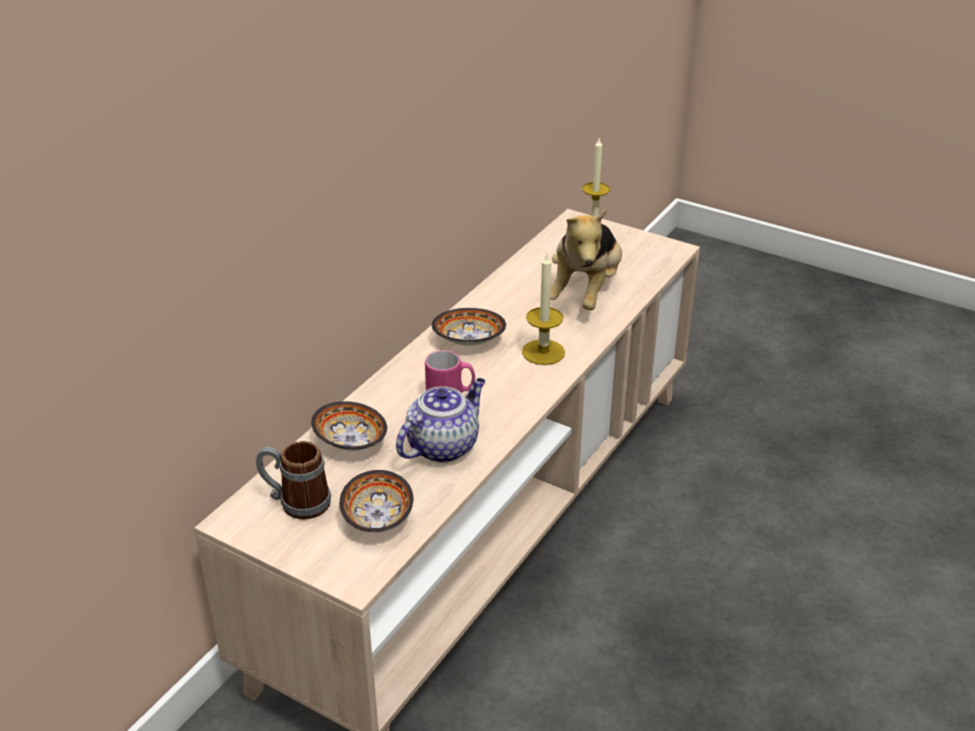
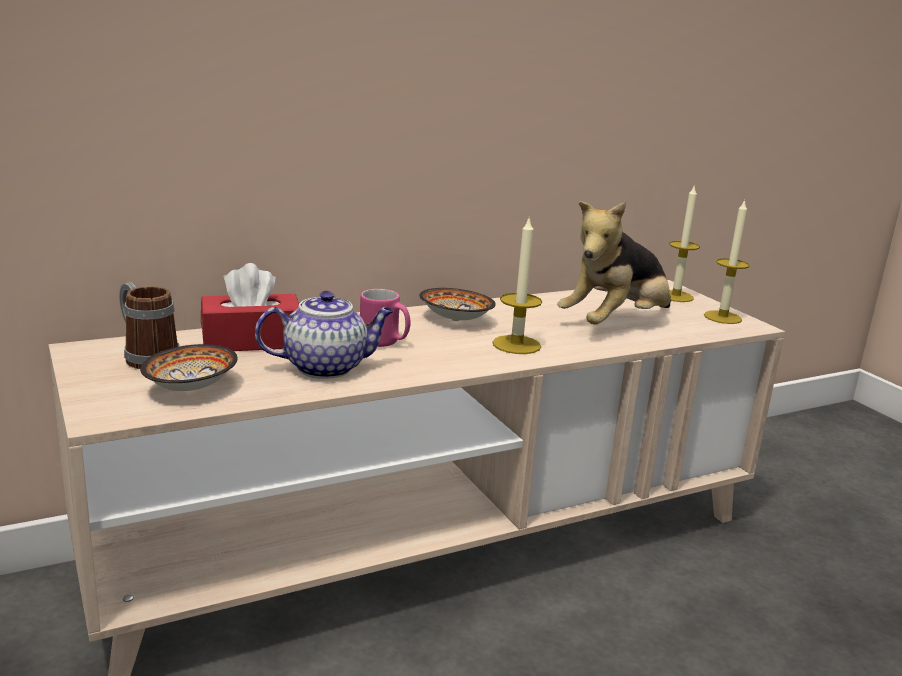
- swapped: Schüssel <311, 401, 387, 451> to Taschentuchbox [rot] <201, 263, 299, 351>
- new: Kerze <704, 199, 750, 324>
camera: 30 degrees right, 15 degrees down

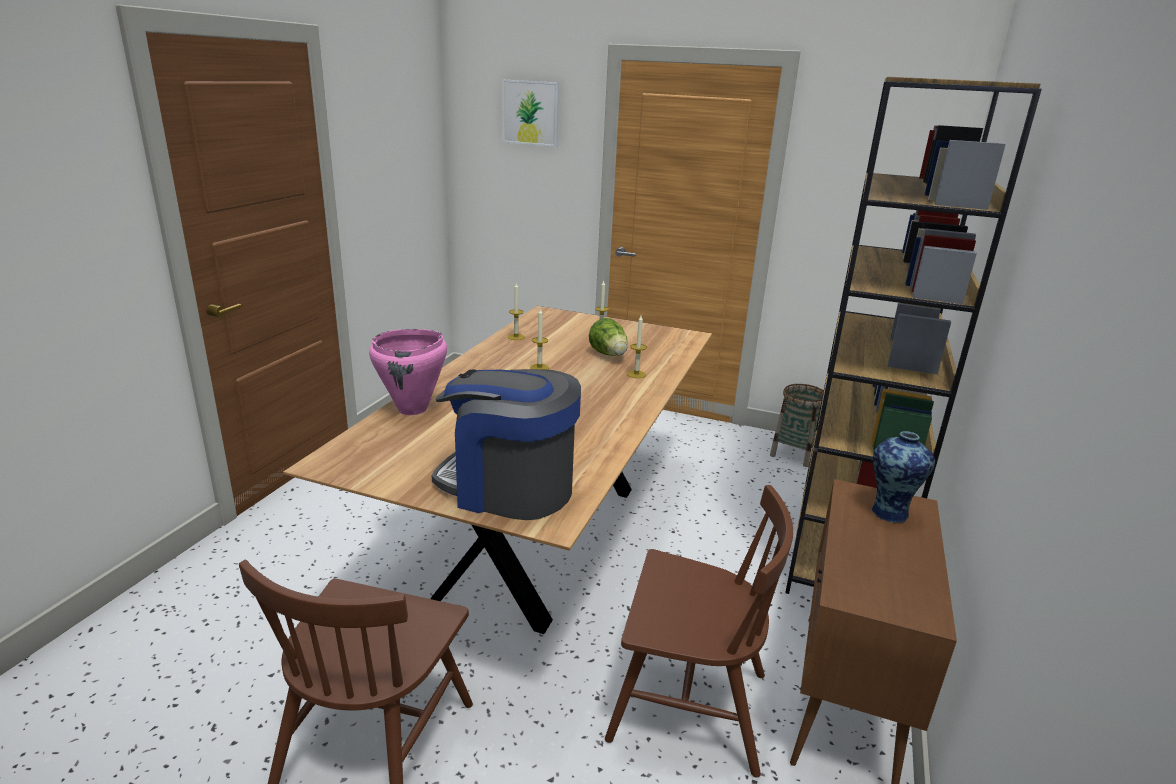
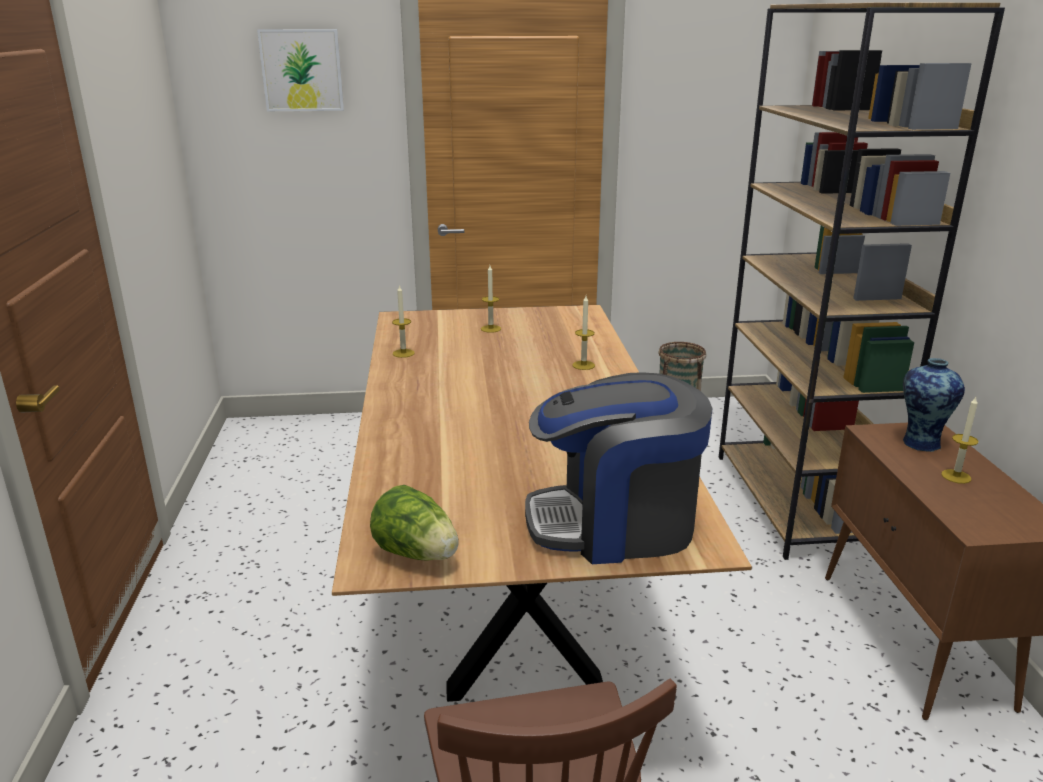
- gone: Kochtopf [rosa] <369, 329, 447, 415>
- shifted: Kerze <530, 308, 549, 370> to <941, 397, 978, 484>
- shifted: Salatkopf <589, 318, 628, 356> to <370, 485, 459, 561>
- gone: Stuhl [braun] <605, 485, 793, 778>
camera: 25 degrees left, 0 degrees up

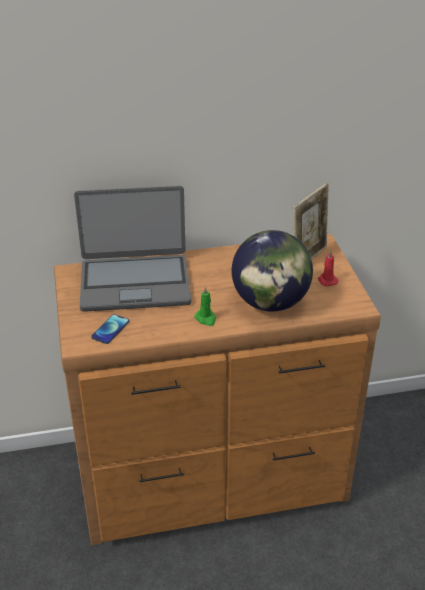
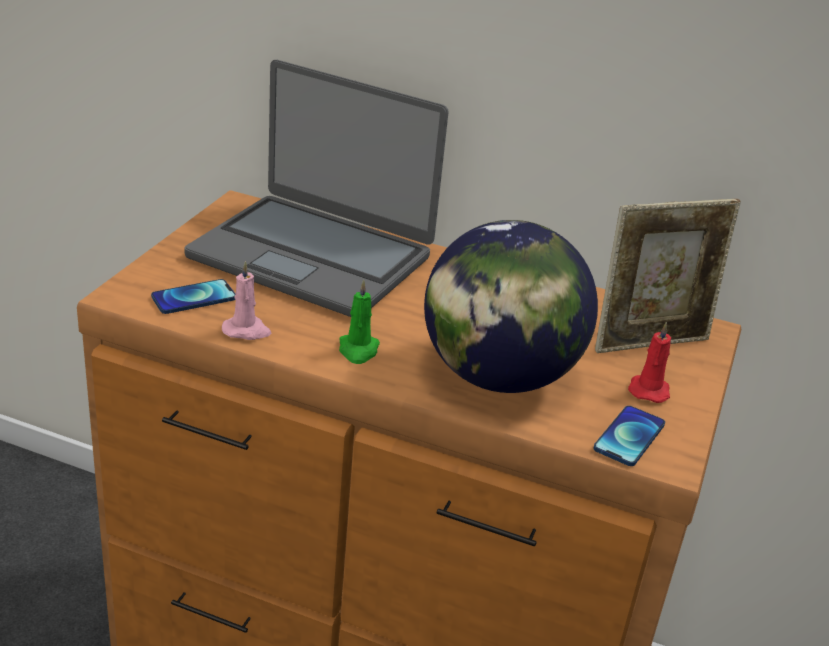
- new: Kerze [rosa] <222, 261, 272, 340>
- new: Handy <593, 406, 665, 466>
camera: 30 degrees right, 5 degrees down

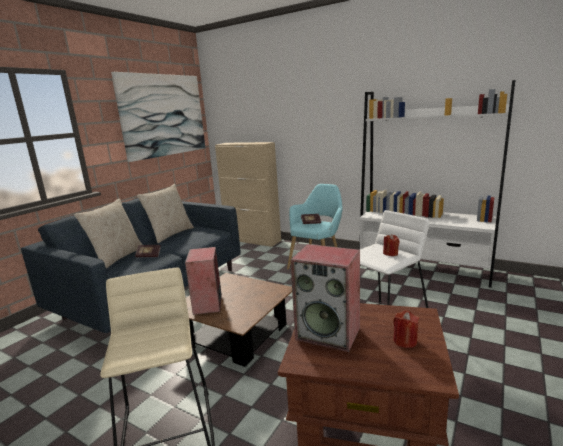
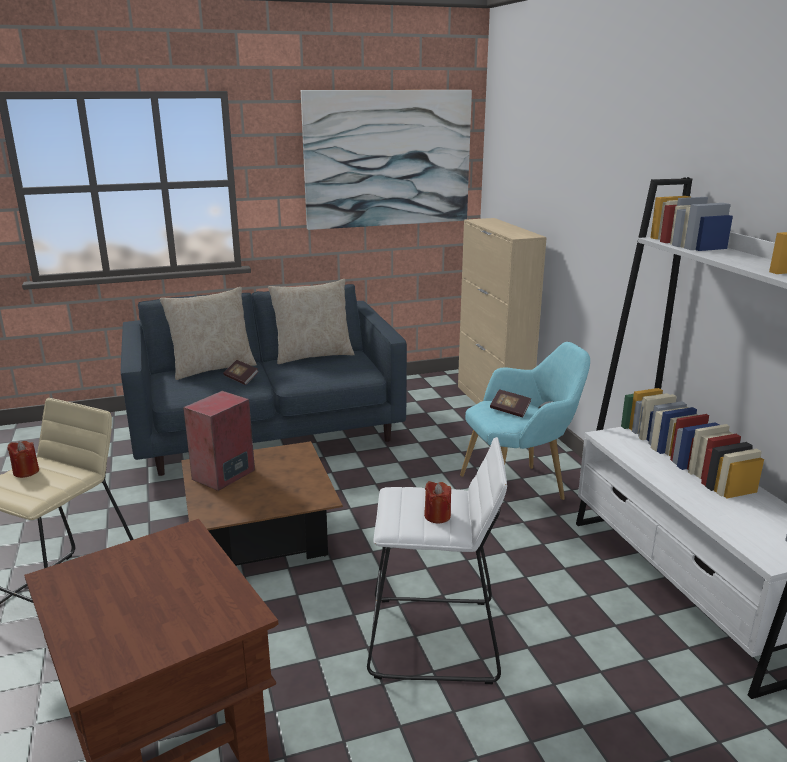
- gone: Lautsprecher <290, 244, 360, 352>
- shifted: Kerze [rot] <393, 310, 419, 348> to <7, 441, 39, 478>
camera: 40 degrees right, 5 degrees up

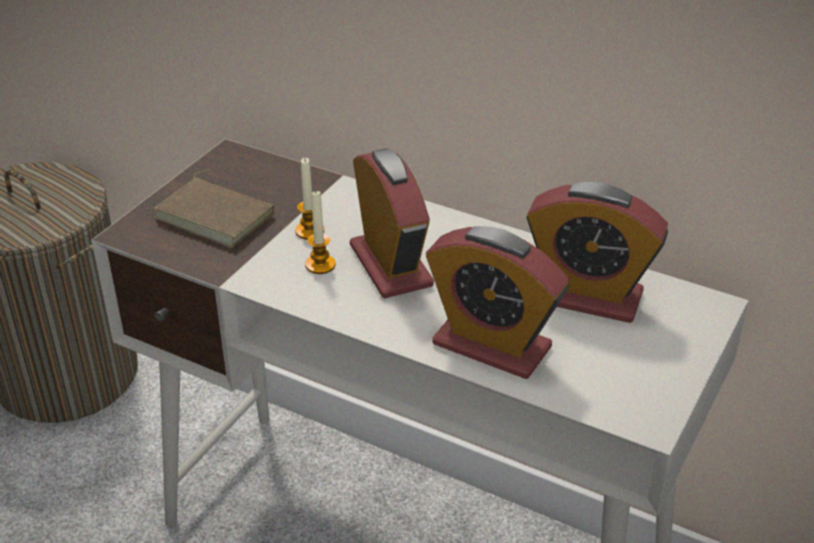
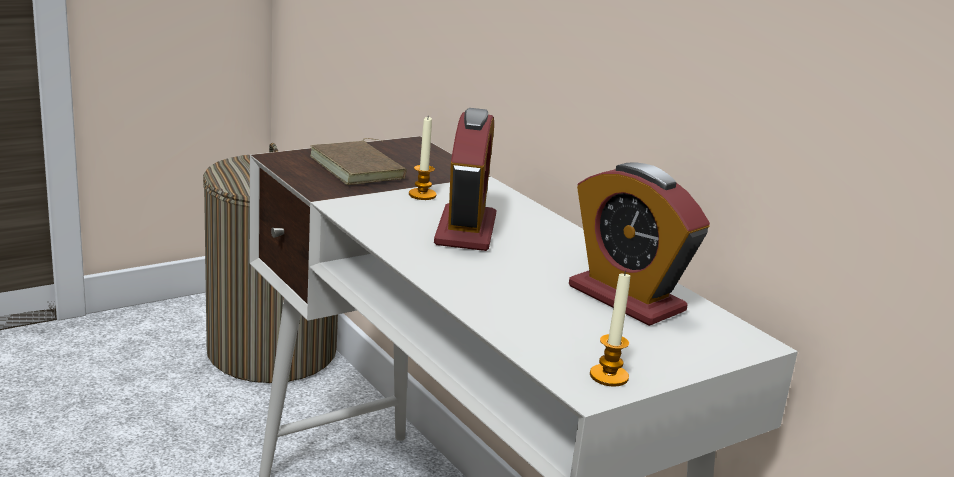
- shifted: Kerze <305, 191, 336, 274> to <590, 271, 630, 387>
- gone: Wecker <426, 226, 569, 379>
camera: 25 degrees right, 15 degrees down

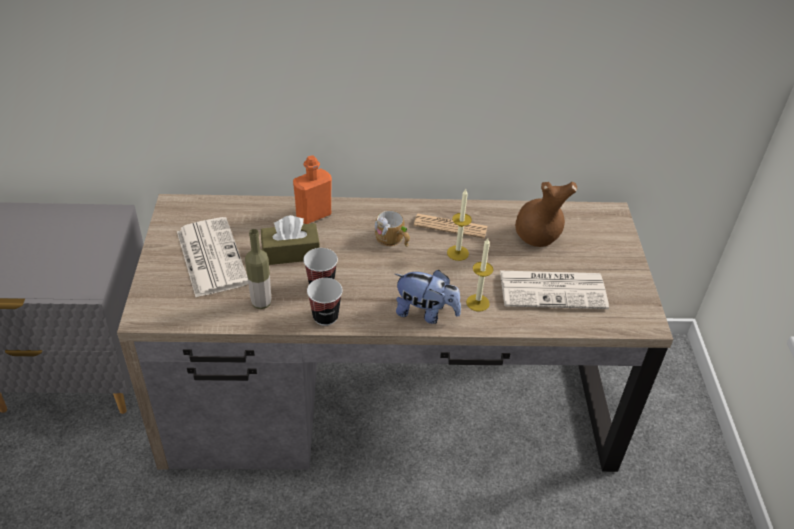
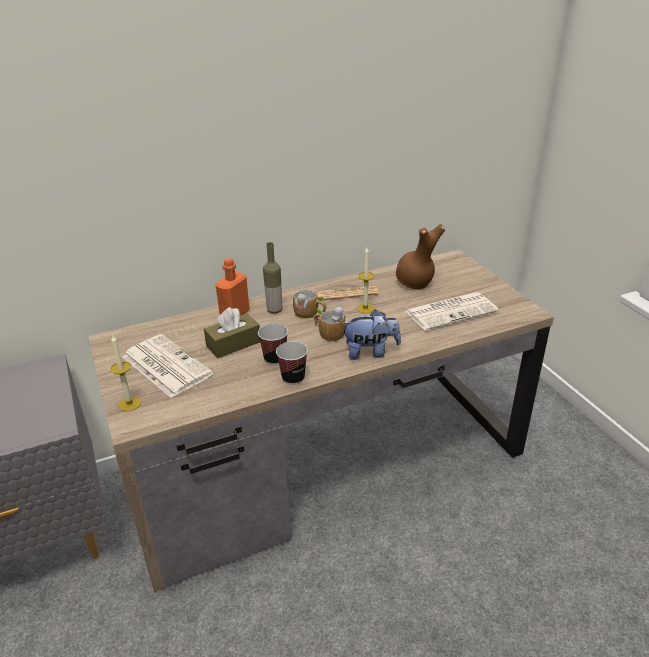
- shifted: Flasche <245, 229, 272, 309> to <263, 242, 283, 314>
- shifted: Kerze <466, 238, 493, 311> to <111, 334, 141, 411>
- new: Henkelbecher <314, 306, 346, 342>
camera: 20 degrees left, 10 degrees down

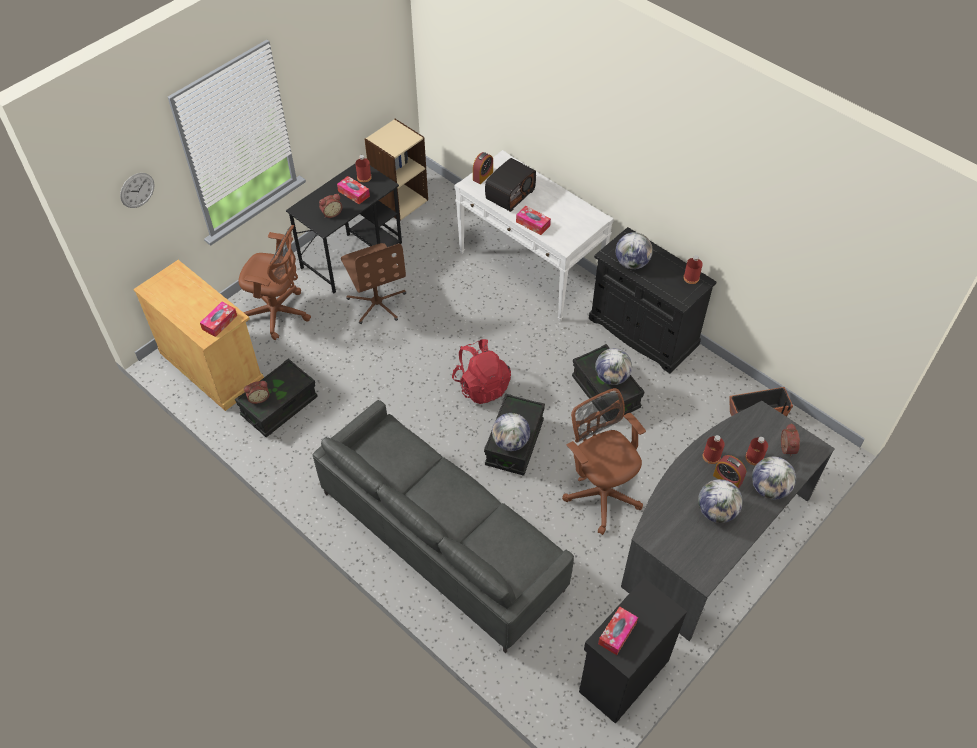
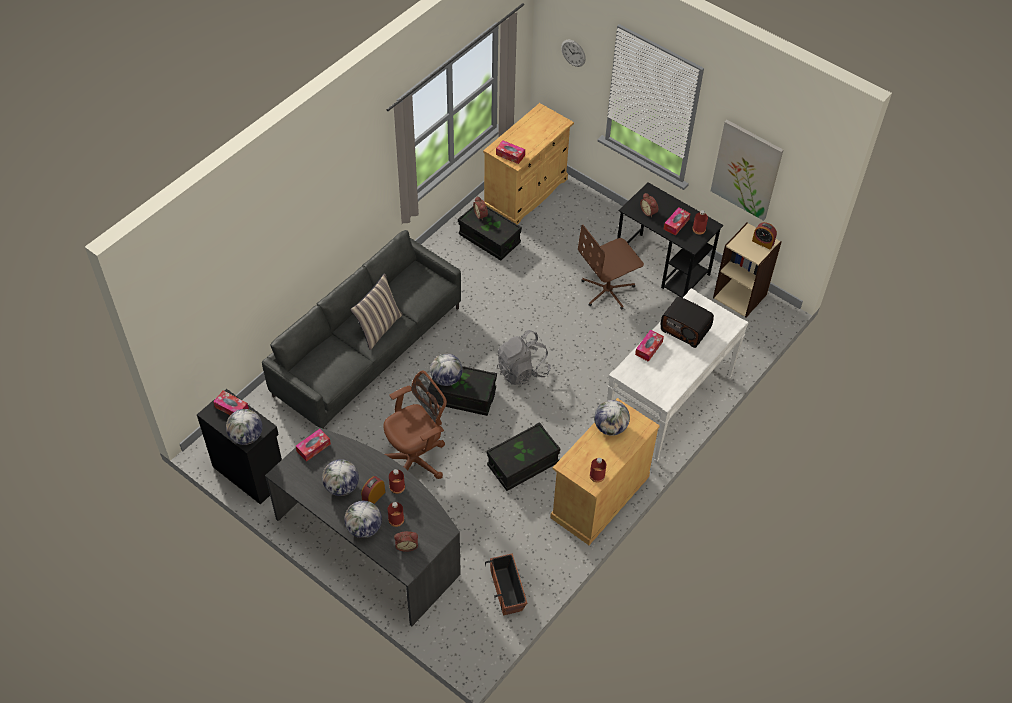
- gone: Bürostuhl [braun] <239, 225, 311, 340>
- repainted: Rucksack [rot] <452, 339, 511, 404> to Rucksack [grau] <497, 330, 551, 385>
- shifted: Wecker <473, 152, 493, 184> to <752, 222, 777, 250>
- repainted: Schrank [schwarz] <589, 227, 716, 374> to Schrank [beige] <550, 398, 660, 545>
- shifted: Globus <595, 348, 632, 385> to <226, 409, 263, 445>
- new: Taschentuchbox <296, 429, 331, 462>
- new: Kissen <350, 273, 403, 350>
- new: Bild <711, 120, 783, 221>
camera: 85 degrees right, 0 degrees up

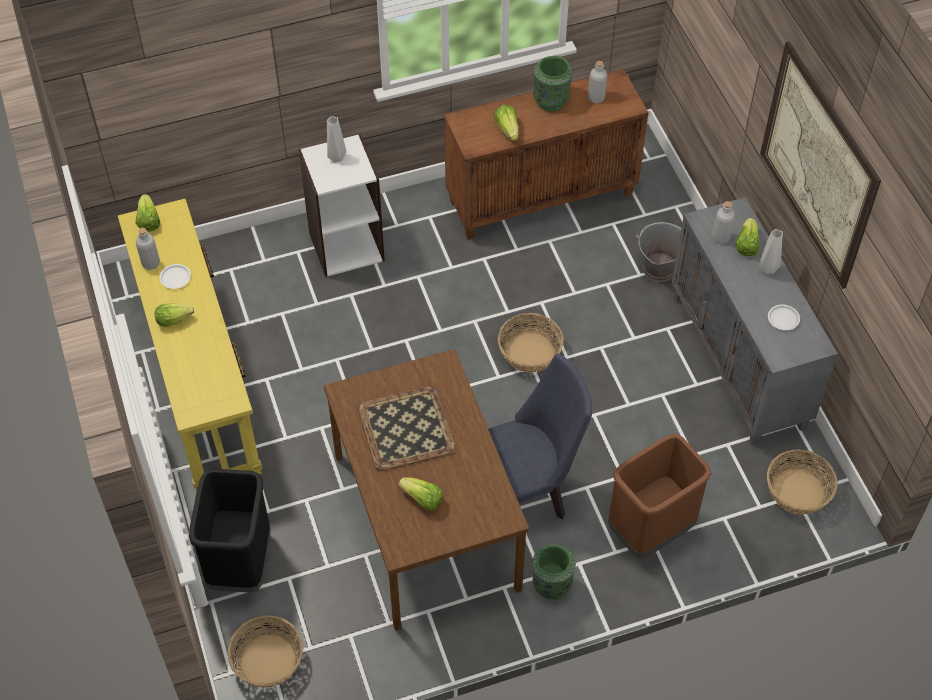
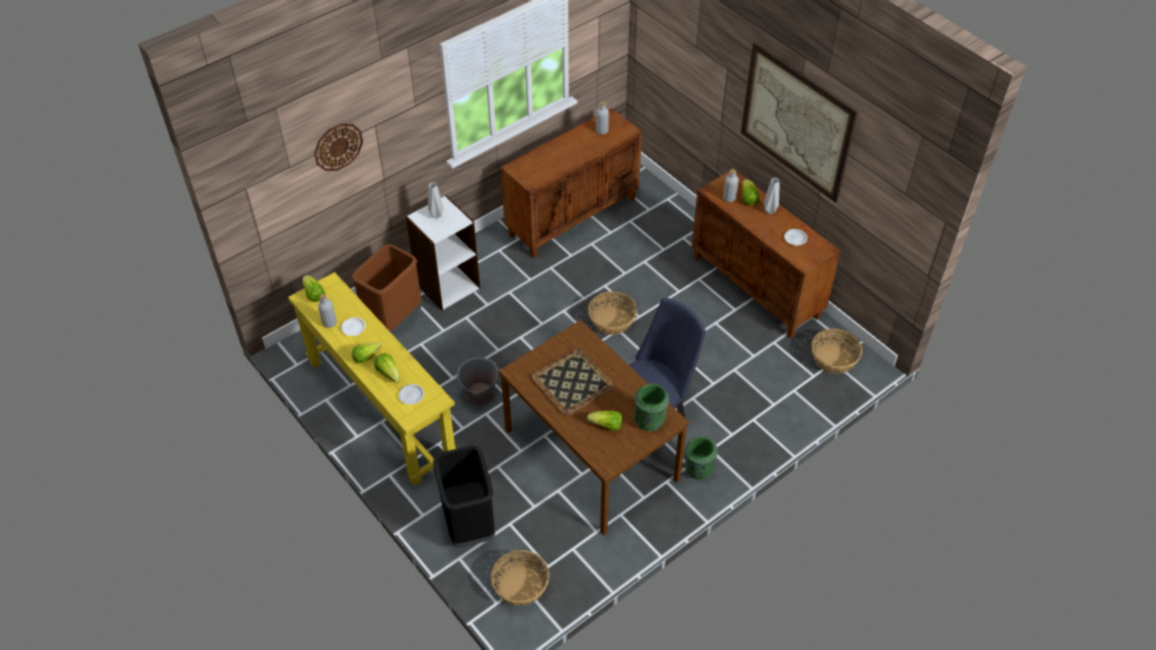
- shifted: Salatkopf <494, 105, 518, 141> to <374, 353, 400, 383>
- shifted: Vase [grün] <533, 56, 573, 111> to <634, 384, 669, 431>
- shifted: Mülleimer [braun] <608, 434, 712, 559> to <352, 244, 422, 335>
- shifted: Eimer [grau] <636, 222, 681, 282> to <455, 358, 500, 406>
- repainted: Schrank [grau] <672, 197, 838, 445> to Schrank [braun] <692, 171, 841, 338>
- new: Wanduhr <314, 123, 363, 171>
- new: Teller [weiß] <399, 384, 424, 405>
camera: 20 degrees left, 5 degrees down

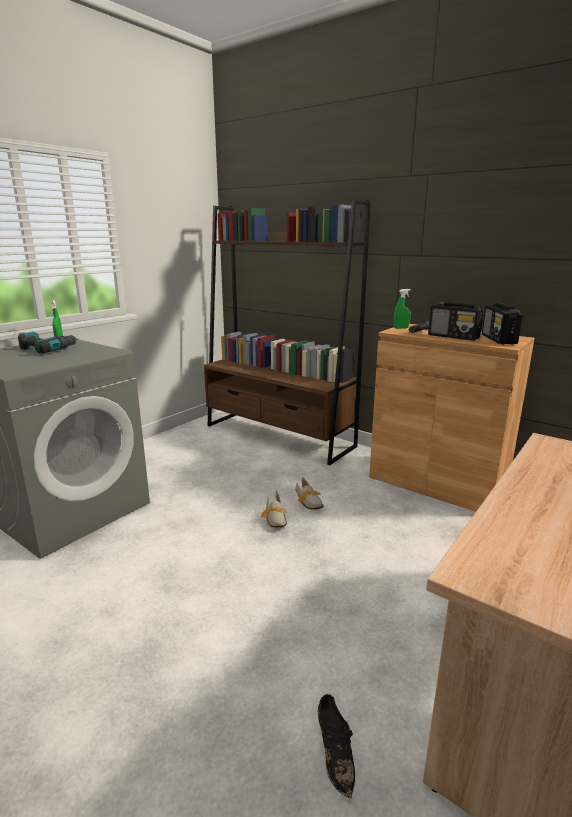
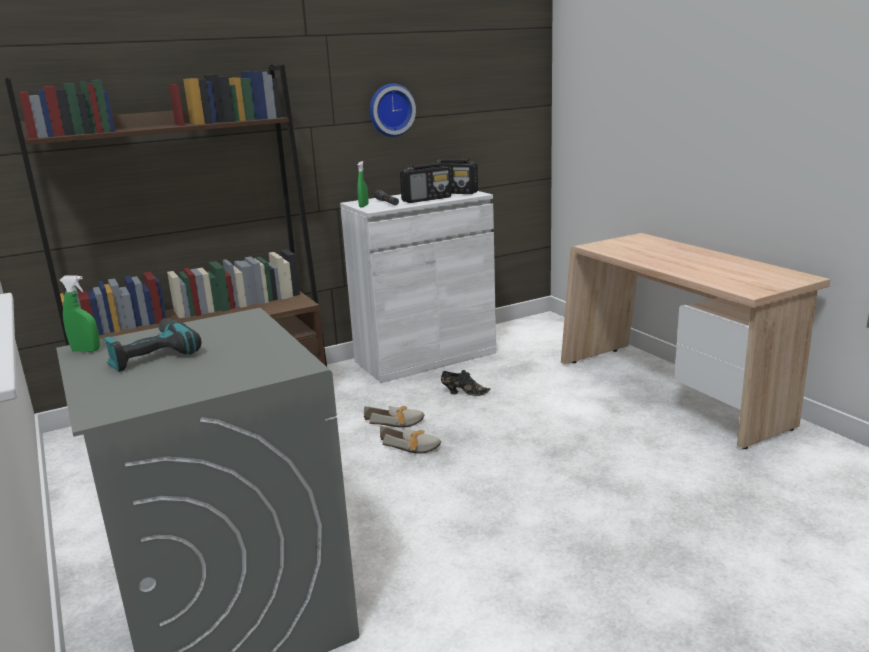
- shifted: Schuh [schwarz] <318, 694, 355, 798> to <441, 370, 491, 396>
- repainted: Schrank [braun] <369, 324, 535, 512> to Schrank [weiß] <340, 191, 496, 383>
- new: Wanduhr <369, 84, 416, 137>
camera: 65 degrees left, 0 degrees up

